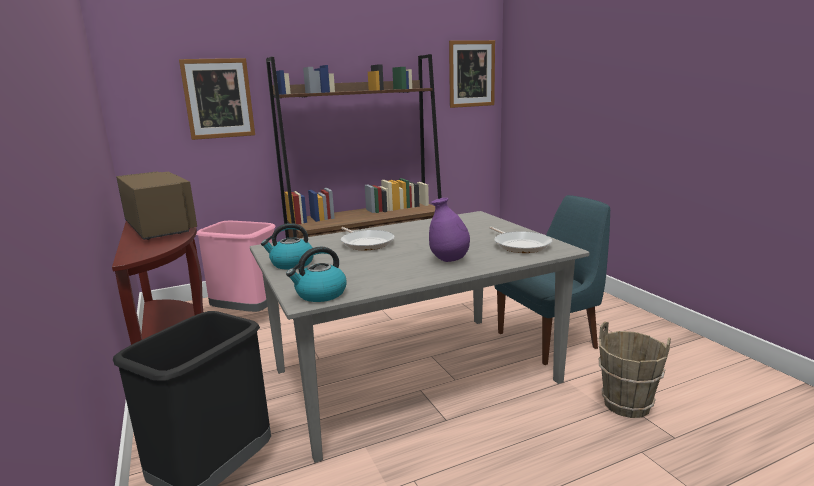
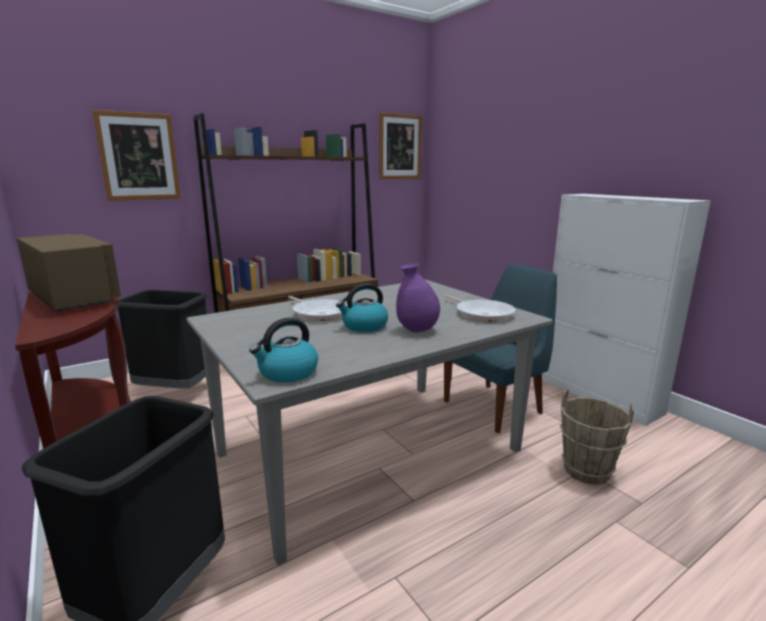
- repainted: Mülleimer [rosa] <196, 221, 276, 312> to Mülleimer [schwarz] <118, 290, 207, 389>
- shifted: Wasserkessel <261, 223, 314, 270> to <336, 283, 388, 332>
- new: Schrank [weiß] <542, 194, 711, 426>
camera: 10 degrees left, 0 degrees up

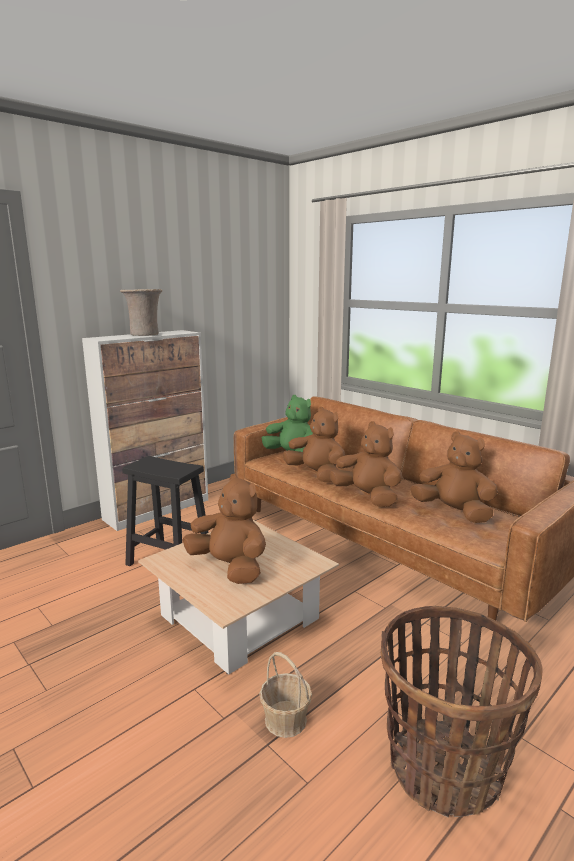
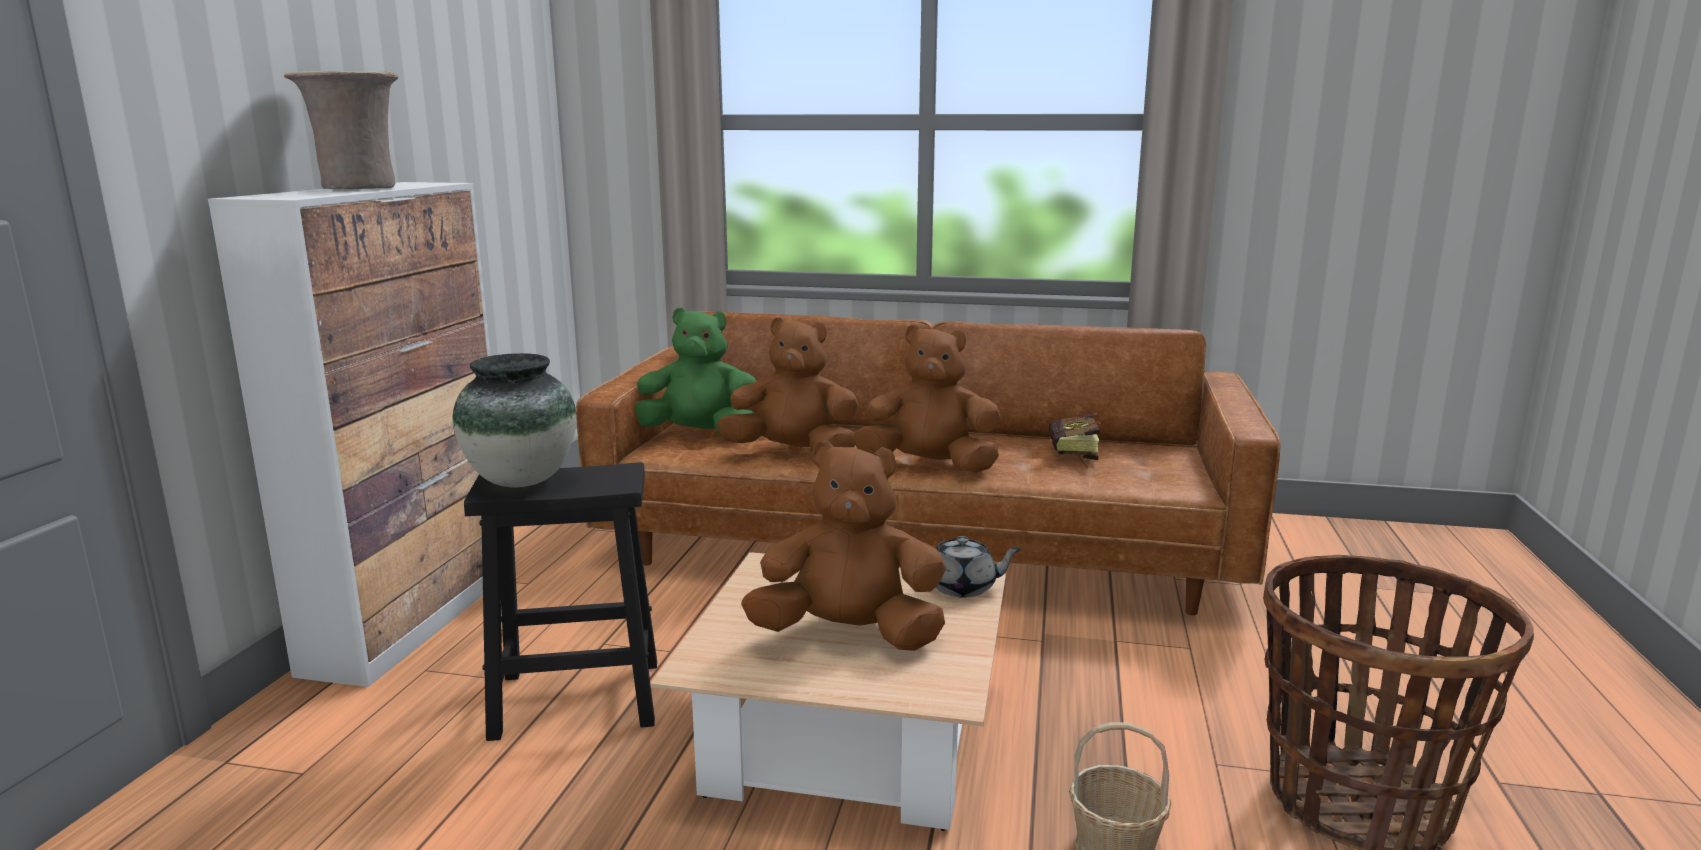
- swapped: Plüschtier [braun] <410, 431, 498, 523> to Buch <1049, 413, 1101, 471>
- new: Vase <452, 353, 577, 487>
- new: Teekanne [grau] <935, 536, 1022, 597>
camera: 35 degrees left, 0 degrees up

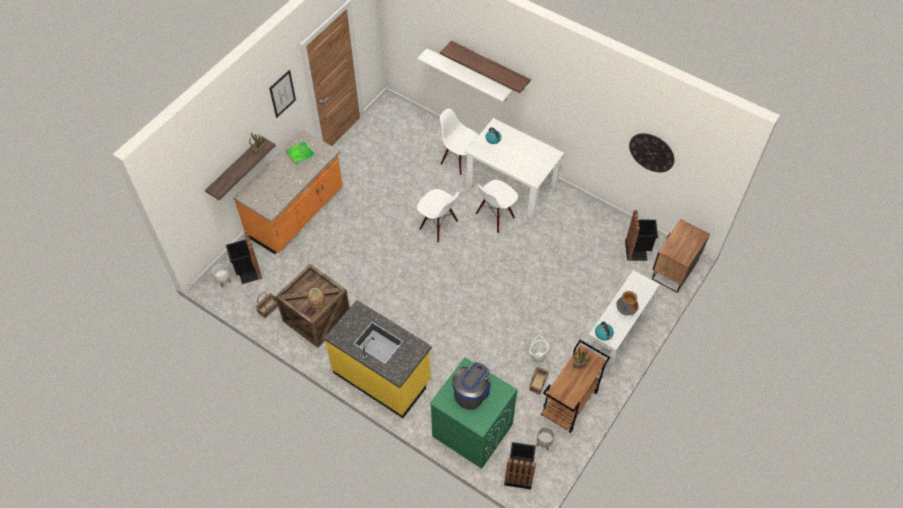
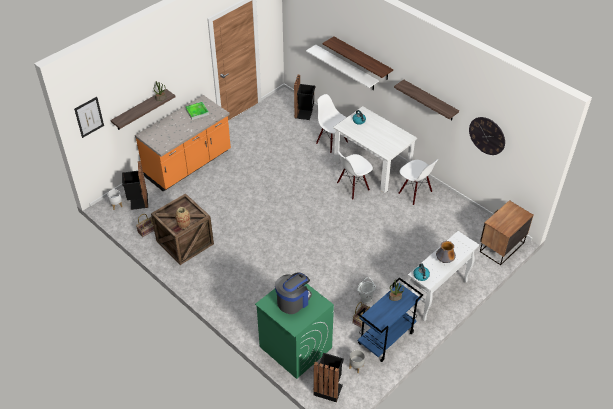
- shifted: Bild <269, 70, 296, 118> to <74, 97, 104, 138>
- gone: Küchenzeile [gelb] <324, 300, 432, 418>
- shifted: Stuhl [weiß] <417, 189, 459, 243> to <398, 159, 438, 205>
- repainted: Rollwagen [braun] <541, 340, 610, 433> to Rollwagen [blau] <357, 277, 423, 362>
- shifted: Mülleimer [schwarz] <625, 210, 658, 261> to <294, 75, 315, 120>
- new: Wandregal <394, 80, 459, 121>
camera: 10 degrees right, 10 degrees down

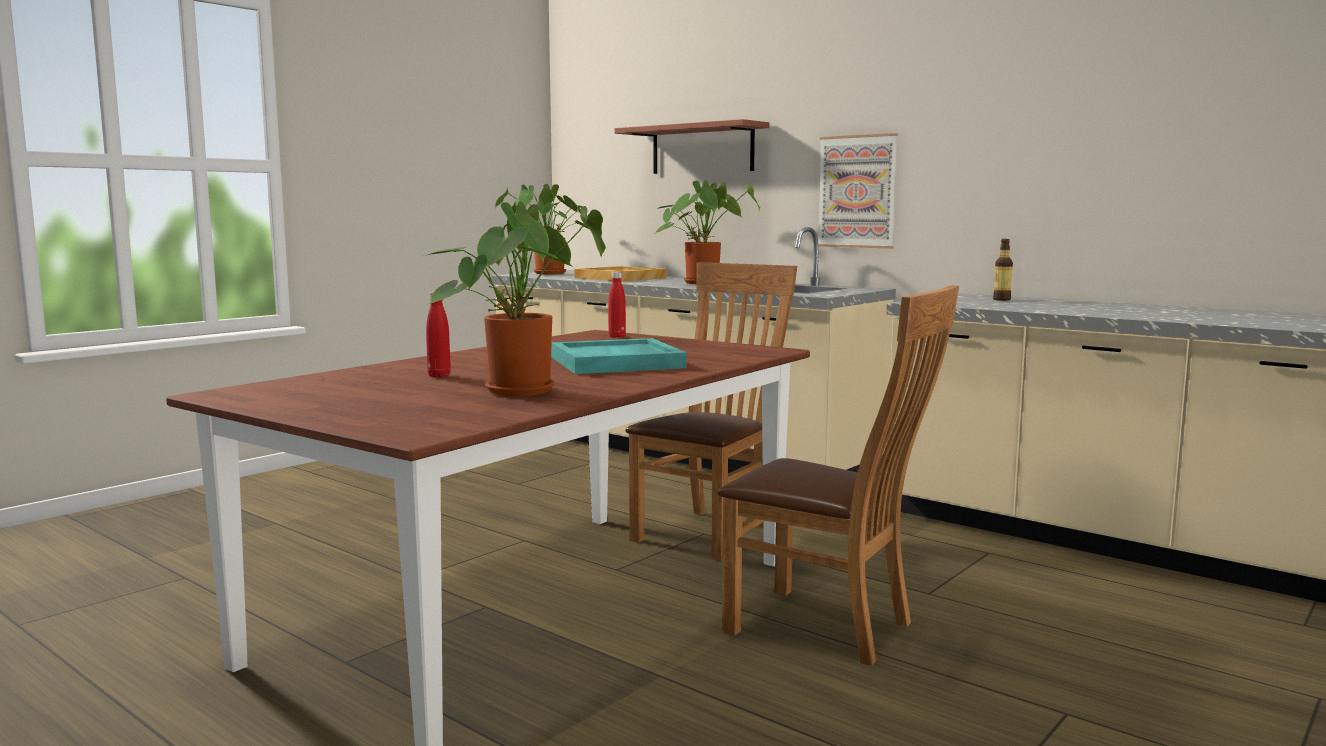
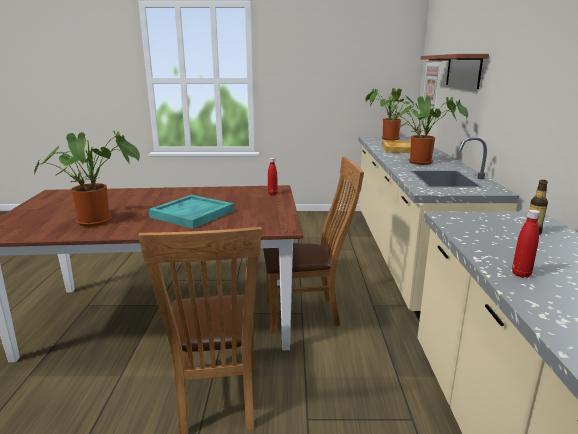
- shifted: Flasche [rot] <426, 291, 451, 377> to <512, 210, 540, 278>
- shifted: Bild <818, 133, 898, 249> to <423, 61, 442, 120>
camera: 50 degrees right, 10 degrees up

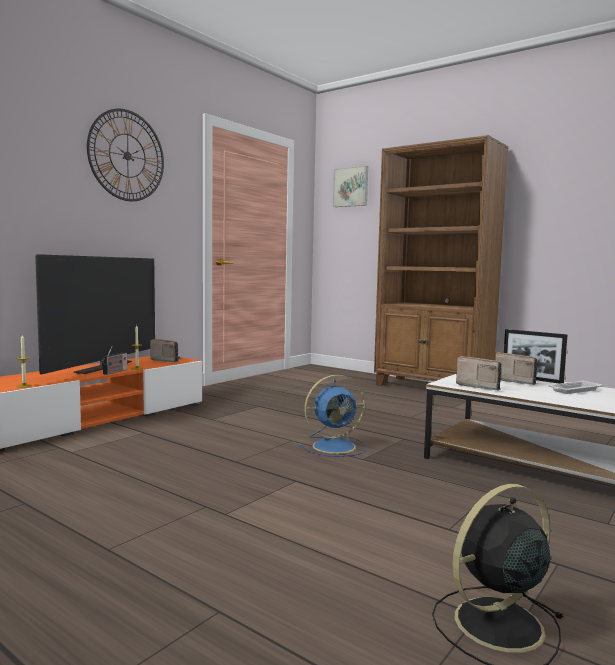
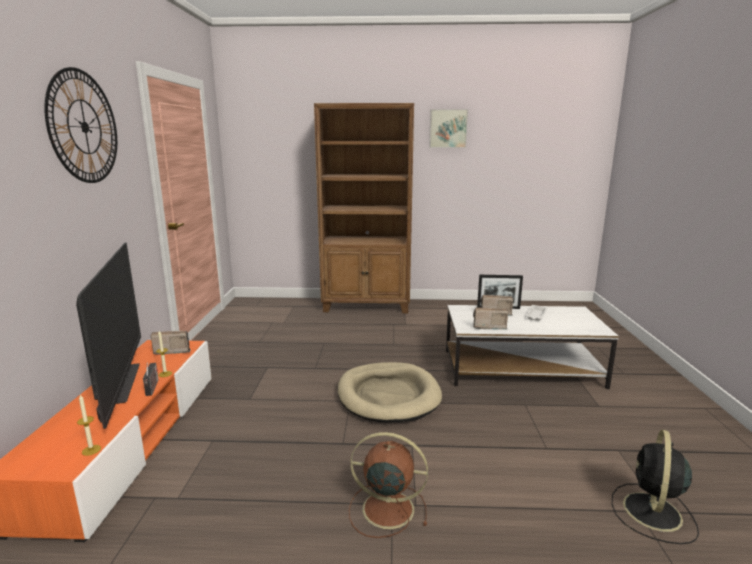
- swapped: Ventilator [blau] <299, 375, 367, 457> to Hundebett [beige] <337, 362, 442, 422>
- shifted: Bild <333, 166, 368, 207> to <429, 109, 468, 148>
- new: Ventilator [braun] <349, 432, 428, 538>
camera: 35 degrees left, 10 degrees up

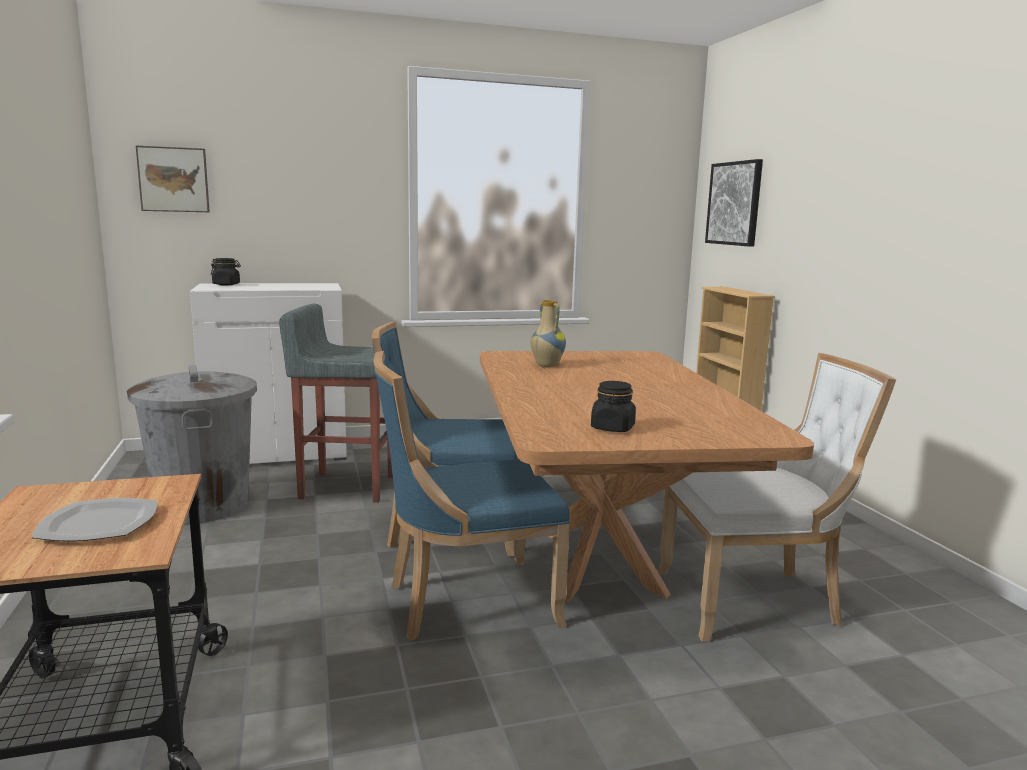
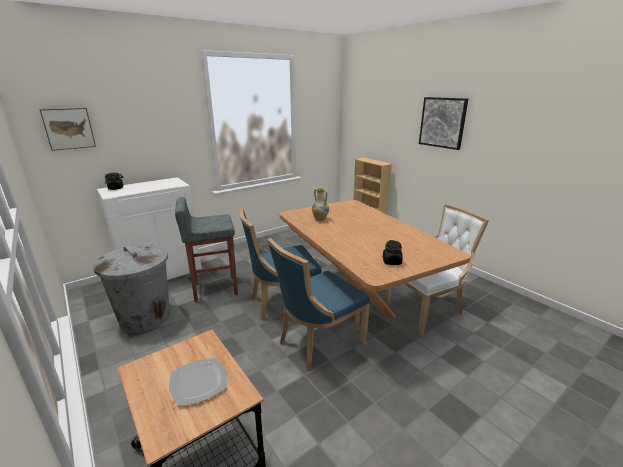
- shifted: Bild <705, 159, 763, 247> to <419, 97, 468, 150>
camera: 20 degrees left, 10 degrees up

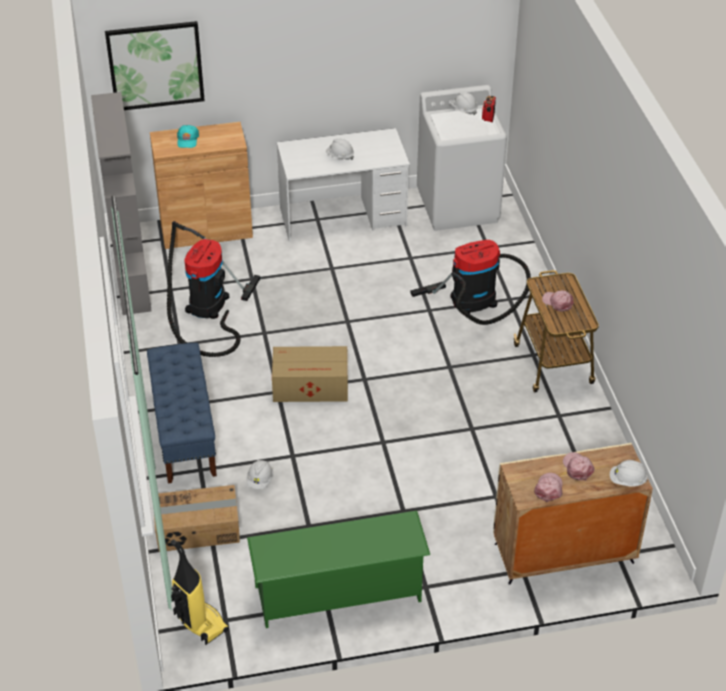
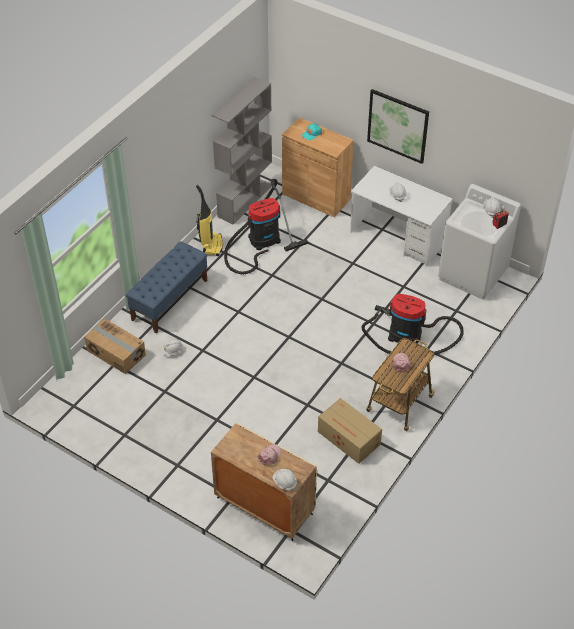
- shifted: Bild <105, 21, 205, 110> to <367, 89, 429, 164>
- shifted: Staubsauger <171, 539, 229, 645> to <196, 185, 223, 256>
- gone: Schuhregal [grün] <247, 510, 430, 628>
- shifted: Karton <272, 346, 348, 402> to <318, 398, 382, 464>
- gone: Kappe [rosa] <534, 473, 563, 502>
camera: 45 degrees right, 5 degrees up

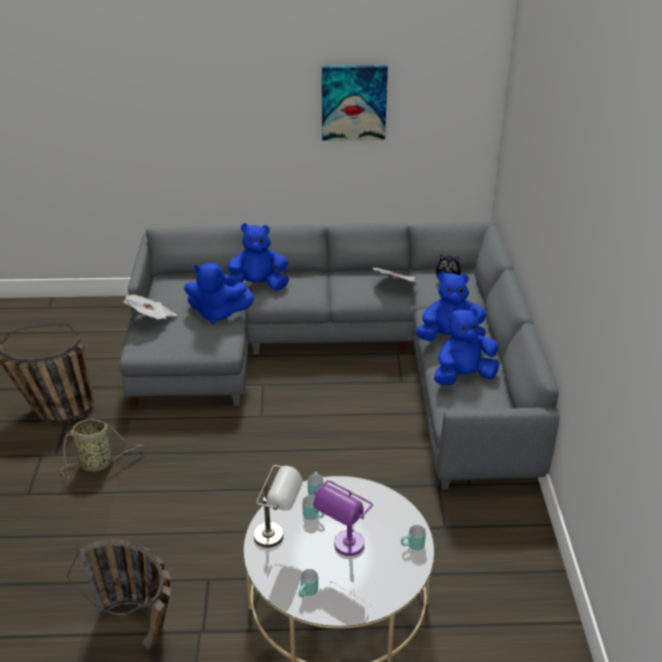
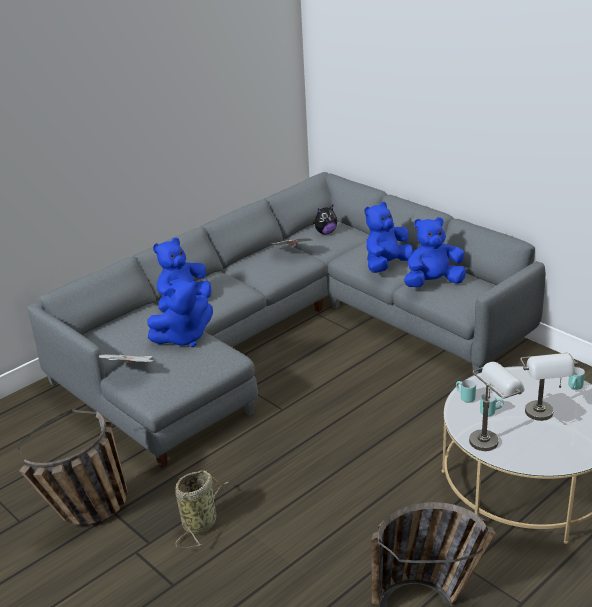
- gone: Henkelbecher [türkis] <298, 569, 318, 598>
- repainted: Tischlampe [lila] <313, 480, 373, 556> to Tischlampe [grau] <520, 353, 578, 421>
- gone: Bild <322, 65, 388, 141>
- rotated: Plüschtier [blau] <434, 307, 499, 385> = <404, 217, 466, 287> 45 degrees clockwise
camera: 40 degrees left, 5 degrees down

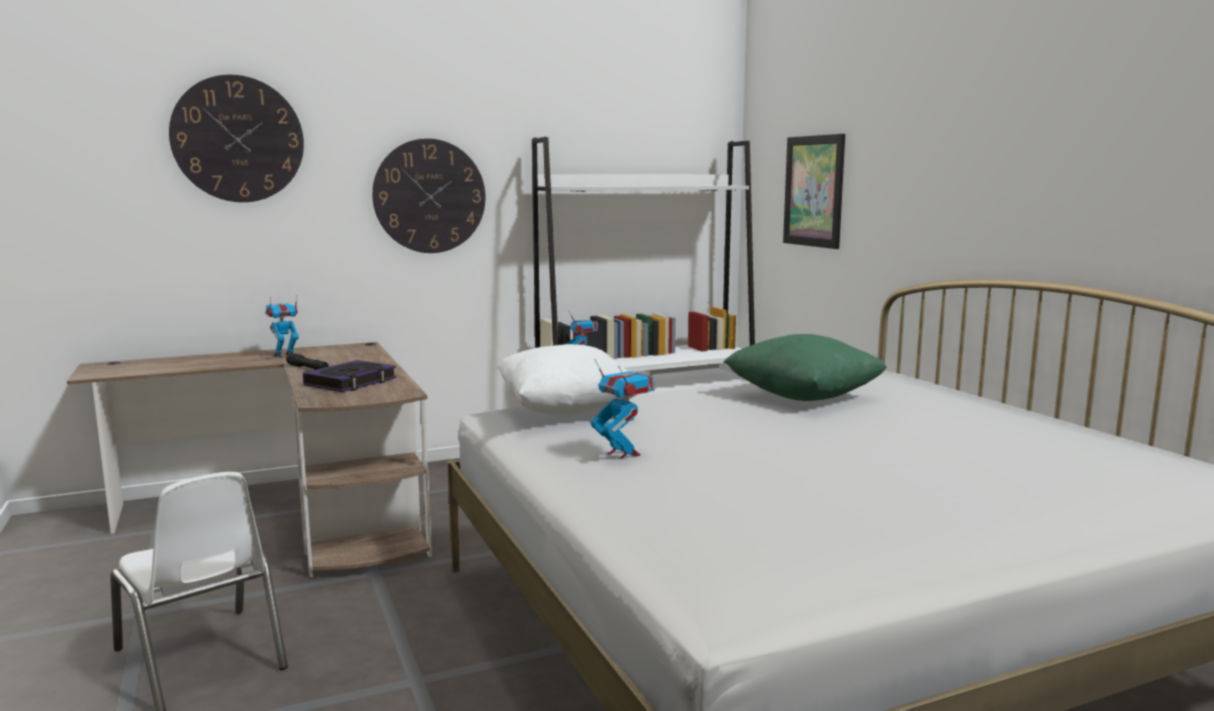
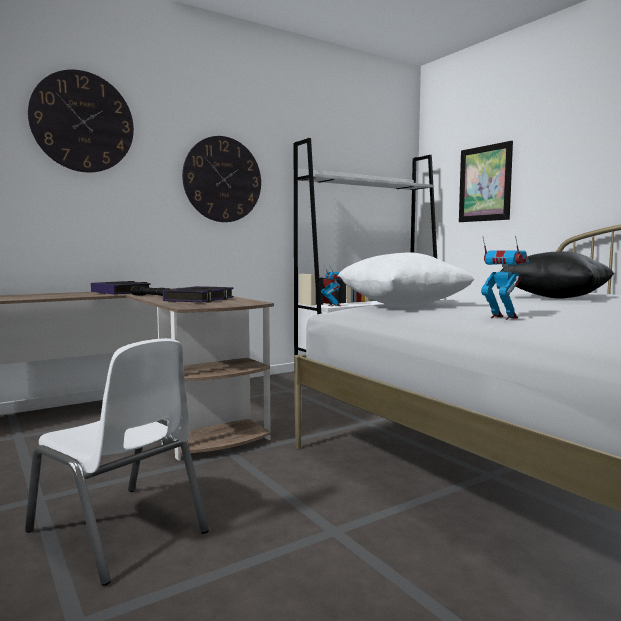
- swapped: Spielzeugroboter <265, 296, 299, 358> to Buch <91, 281, 151, 295>
- repainted: Kissen [grün] <723, 334, 887, 401> to Kissen [schwarz] <500, 251, 614, 299>
camera: 10 degrees left, 5 degrees down

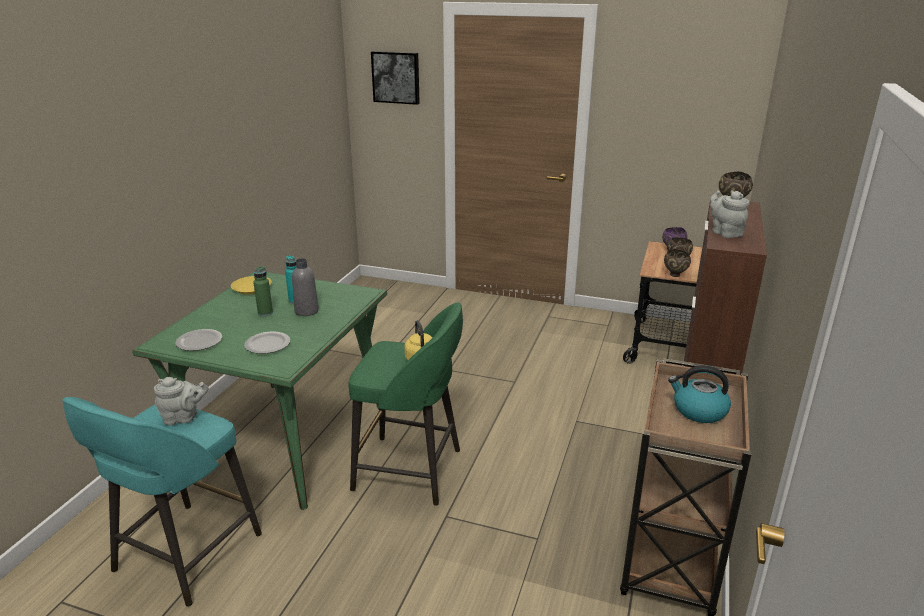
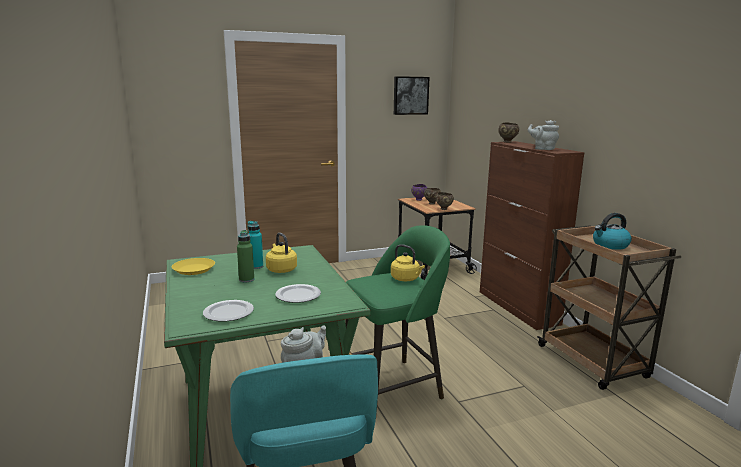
- swapped: Flasche [grau] <292, 258, 319, 316> to Wasserkessel [gelb] <266, 233, 297, 273>
- shifted: Bild <371, 51, 420, 105> to <394, 76, 430, 115>
camera: 40 degrees left, 10 degrees down

